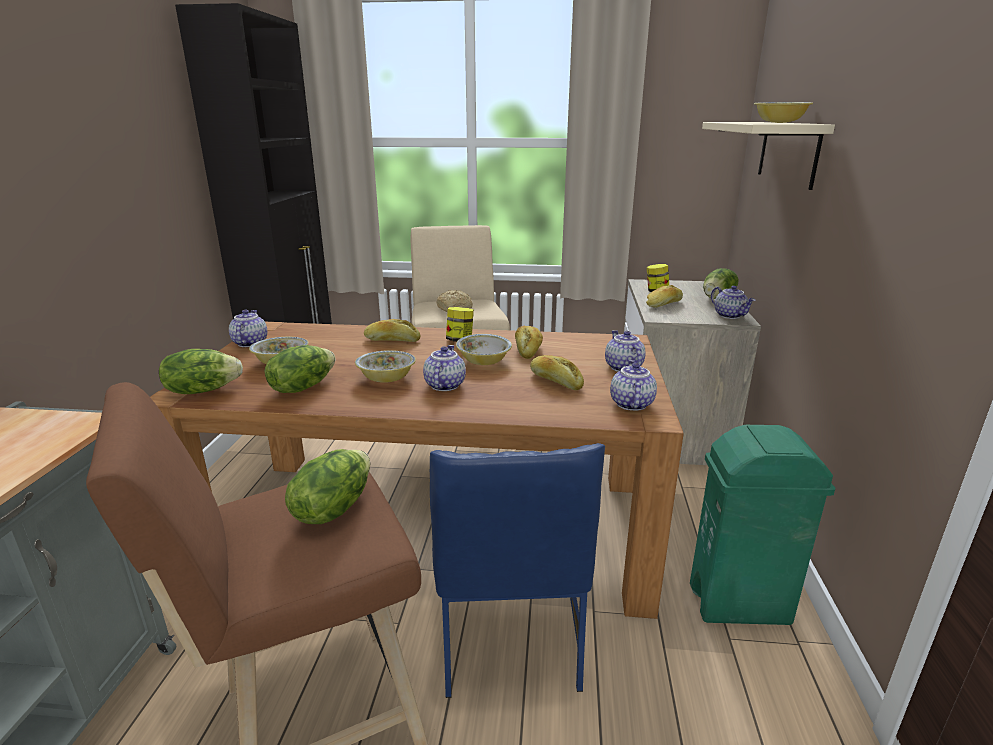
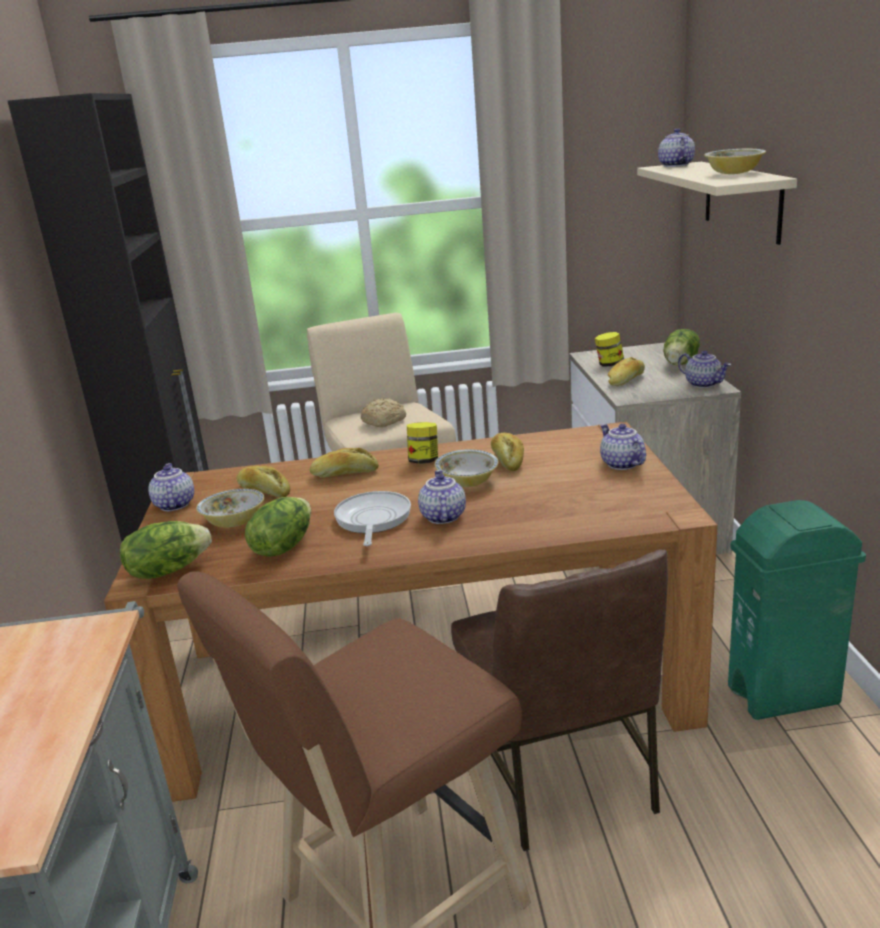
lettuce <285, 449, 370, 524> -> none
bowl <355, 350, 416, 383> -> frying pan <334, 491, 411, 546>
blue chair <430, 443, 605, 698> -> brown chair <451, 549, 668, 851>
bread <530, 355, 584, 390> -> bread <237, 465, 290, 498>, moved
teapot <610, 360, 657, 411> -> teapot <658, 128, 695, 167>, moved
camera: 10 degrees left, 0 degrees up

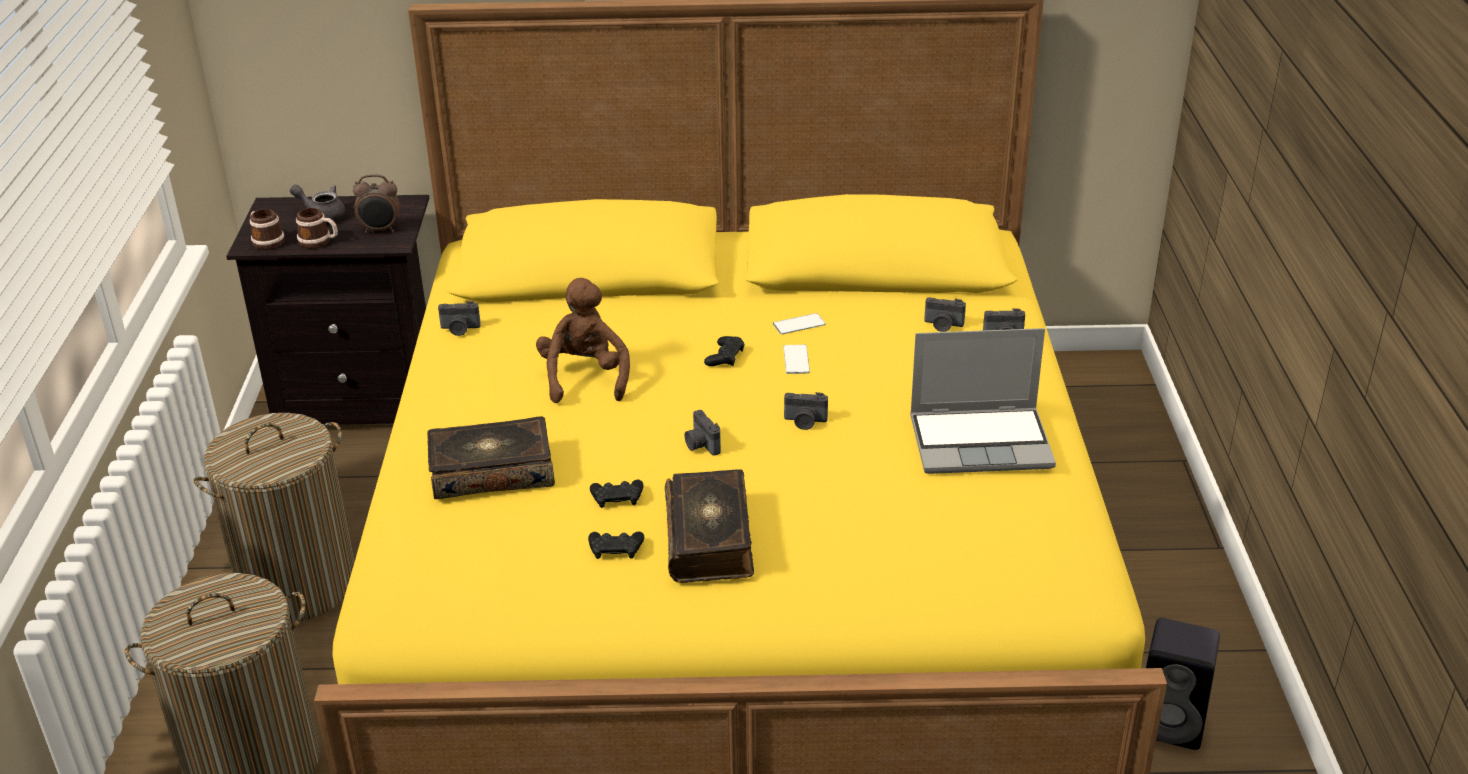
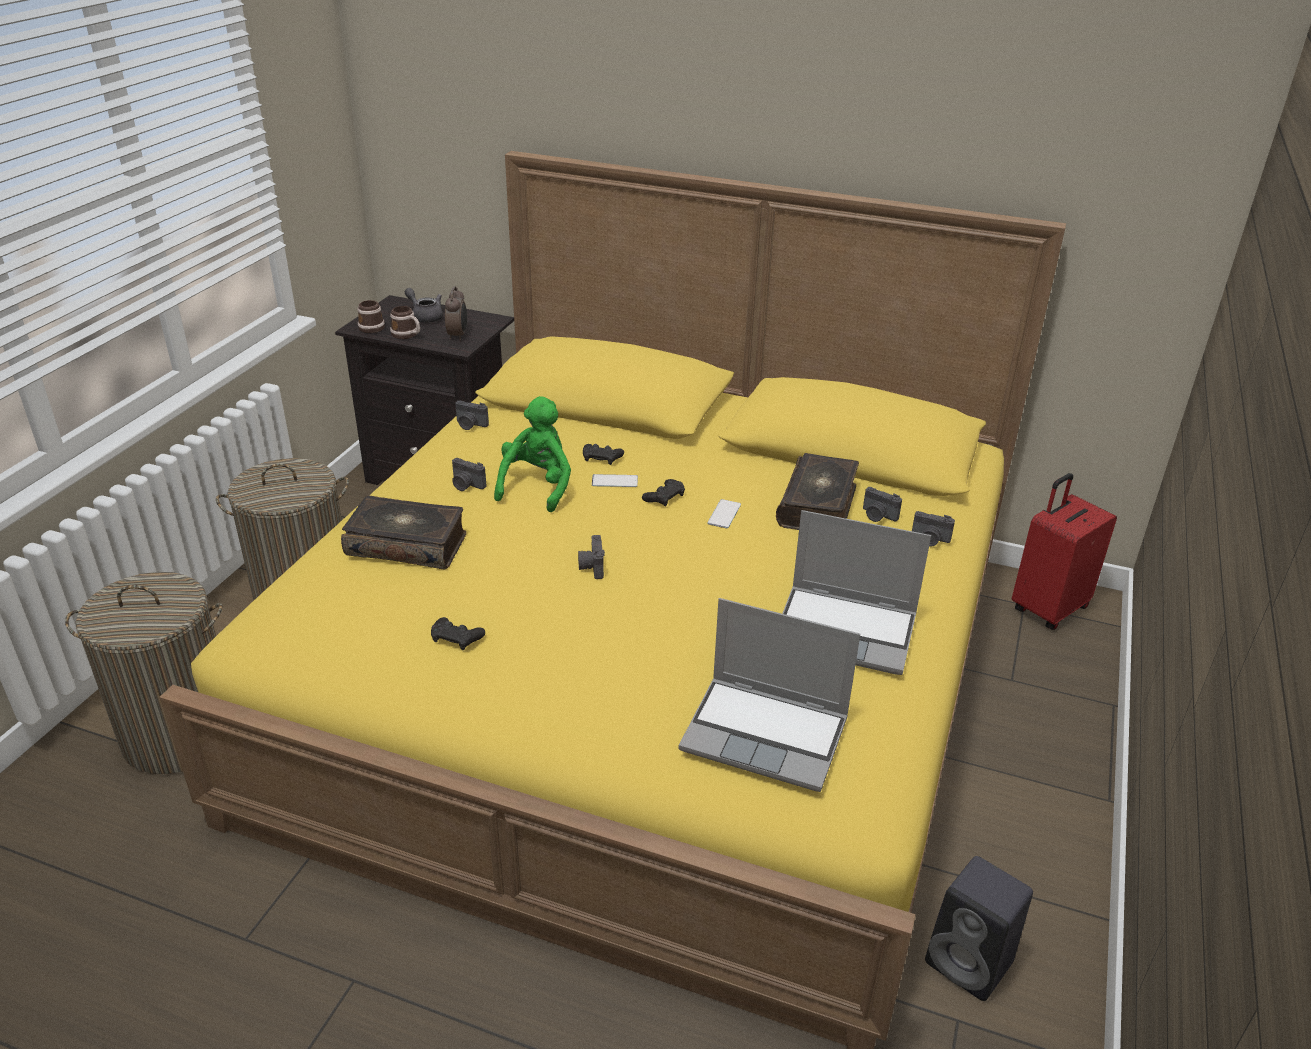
alarm clock <353, 174, 400, 233> -> alarm clock <445, 286, 467, 341>, 105 degrees counterclockwise
brown plush toy <536, 278, 630, 403> -> green plush toy <494, 396, 571, 512>
black game controller <590, 480, 643, 508> -> black game controller <583, 444, 624, 465>, moved
book <665, 469, 754, 583> -> book <776, 453, 859, 530>, moved
phone <773, 313, 826, 334> -> phone <592, 474, 638, 487>, moved
photo camera <784, 392, 828, 430> -> photo camera <452, 458, 486, 491>, moved
none -> laptop <678, 598, 860, 792>
none -> red suitcase <1012, 473, 1117, 630>
camera: 20 degrees right, 0 degrees up

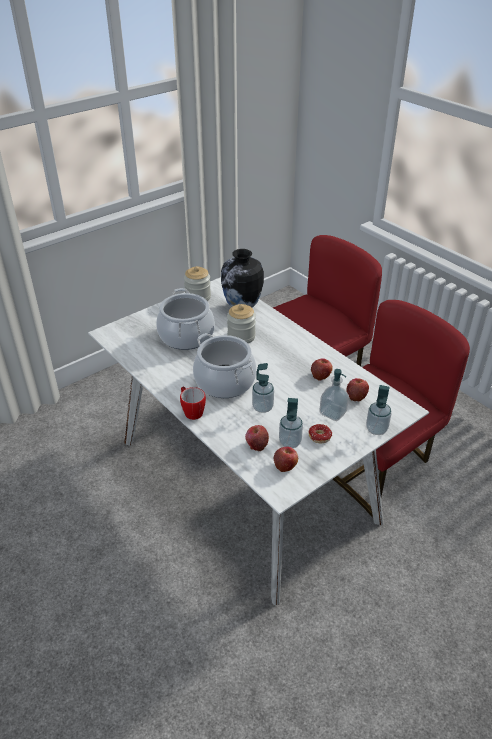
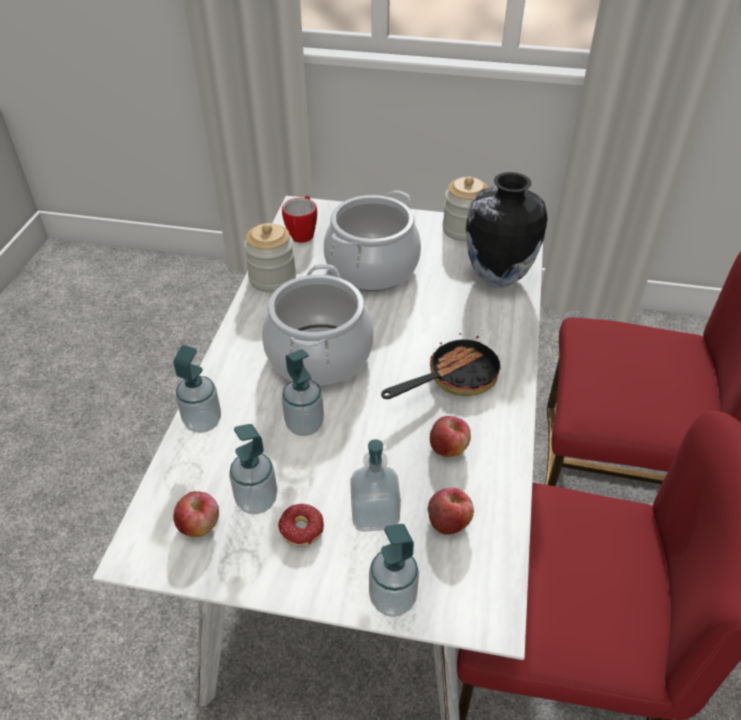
mug <180, 387, 206, 420> -> mug <282, 195, 317, 243>, moved
jar <227, 304, 256, 343> -> jar <244, 223, 296, 293>, moved
apple <245, 425, 269, 451> -> none
none -> soap dispenser <174, 345, 221, 433>
none -> frying pan <381, 333, 501, 399>
camera: 50 degrees right, 5 degrees up

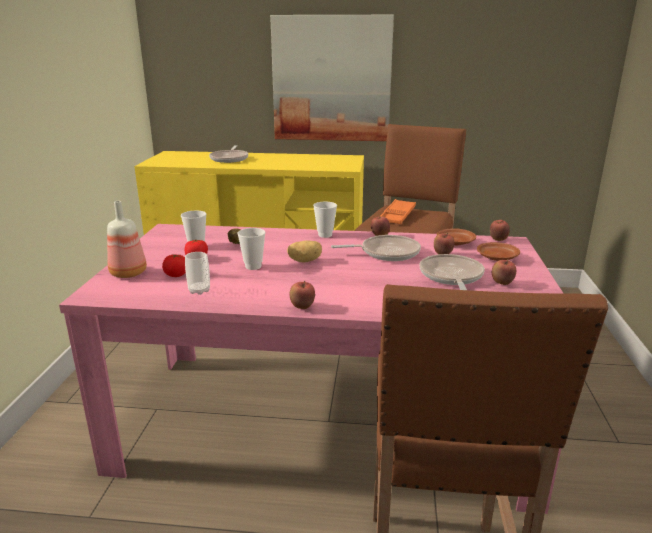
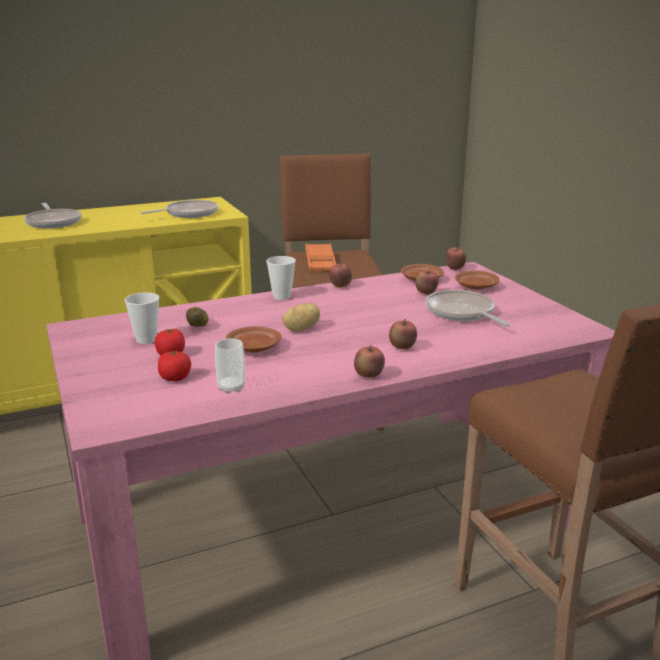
bottle <107, 201, 147, 278> -> none
cup <238, 228, 265, 270> -> brown plate <226, 326, 281, 353>
picture <270, 15, 394, 141> -> none
frying pan <331, 235, 421, 261> -> frying pan <140, 200, 218, 218>, moved
apple <492, 259, 516, 285> -> apple <389, 319, 417, 349>, moved
camera: 30 degrees left, 0 degrees up

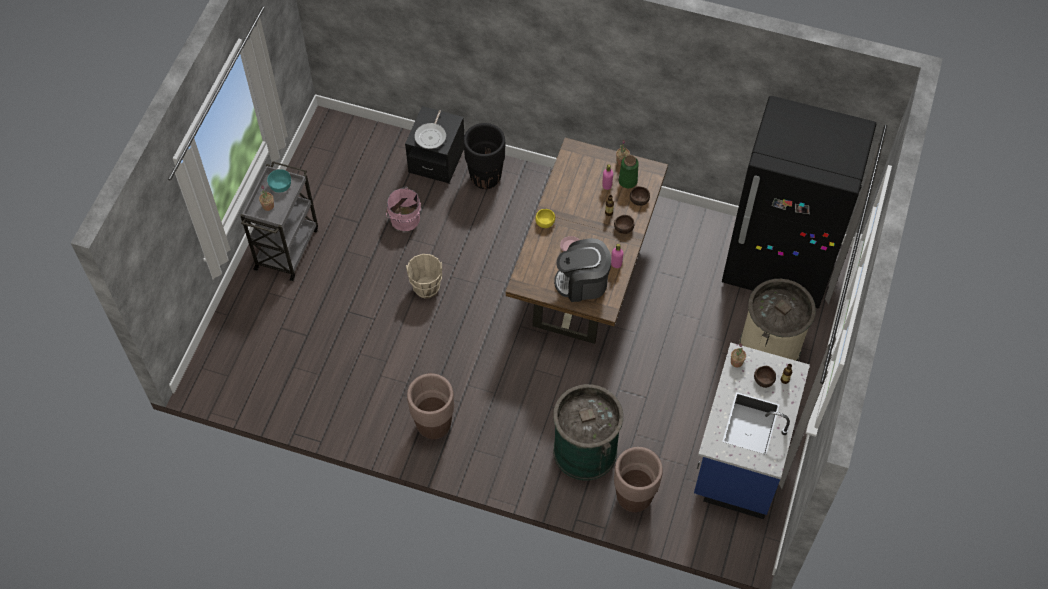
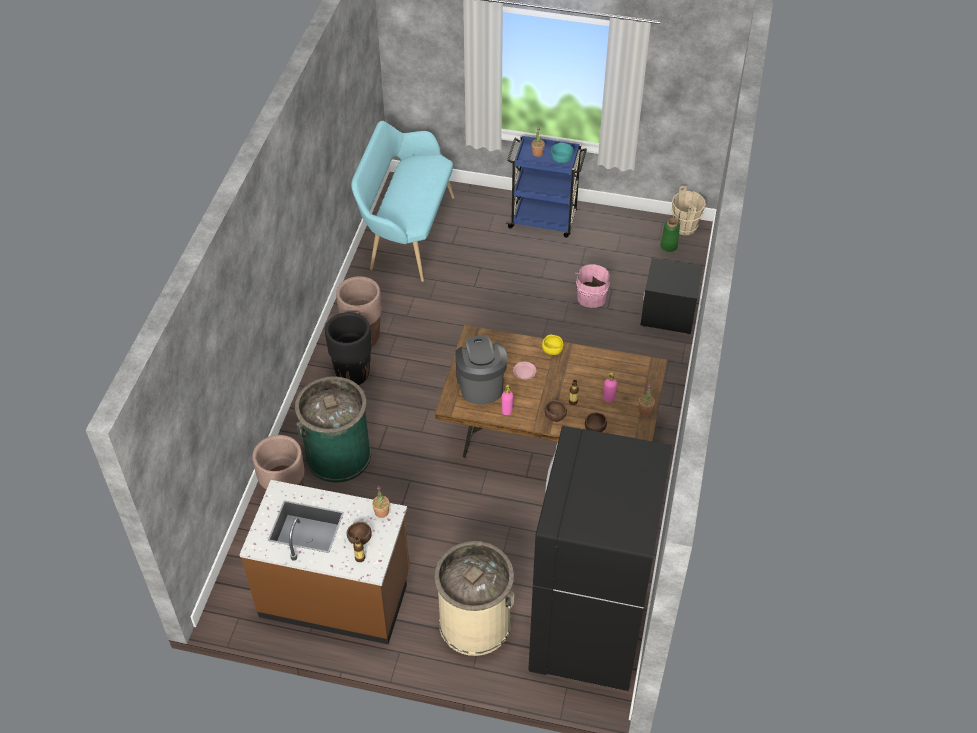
grey cart <240, 161, 318, 281> -> blue cart <506, 135, 587, 237>
beige bucket <406, 254, 442, 299> -> beige bucket <672, 185, 706, 235>, moved
frying pan <415, 110, 446, 149> -> none
black planter <463, 123, 505, 189> -> black planter <325, 312, 372, 385>, moved
green vase <619, 155, 639, 188> -> green vase <660, 218, 680, 252>, moved
blue counter <694, 342, 810, 519> -> brown counter <239, 480, 410, 644>
none -> turquoise bench <351, 121, 455, 282>
camera: 85 degrees right, 10 degrees down

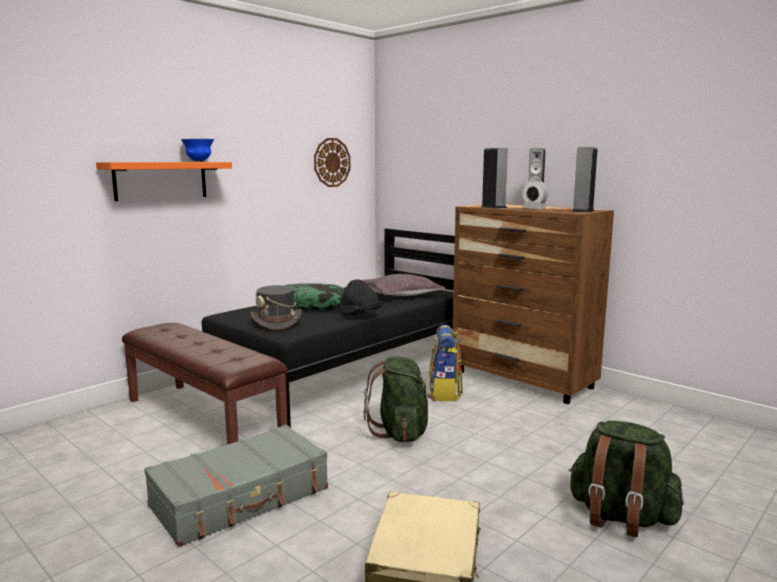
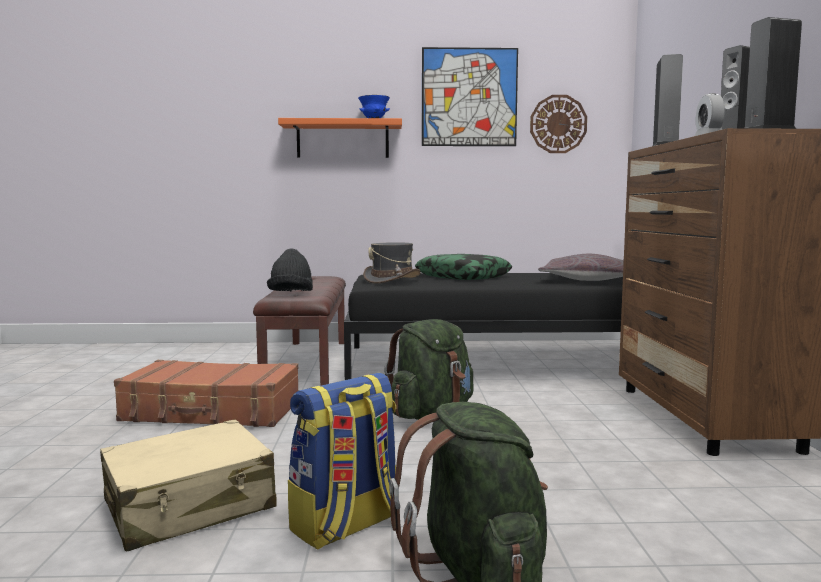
grey suitcase <144, 425, 328, 547> -> brown suitcase <114, 360, 298, 427>
black hat <341, 279, 383, 315> -> black hat <267, 248, 313, 291>, moved
backpack <429, 325, 463, 401> -> backpack <288, 373, 396, 550>, moved
none -> picture <422, 47, 518, 146>
camera: 45 degrees right, 5 degrees down

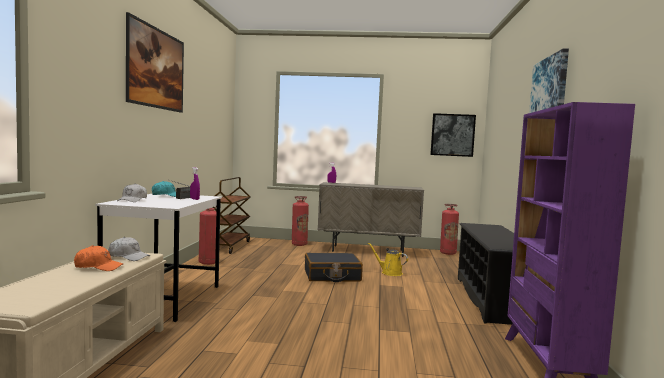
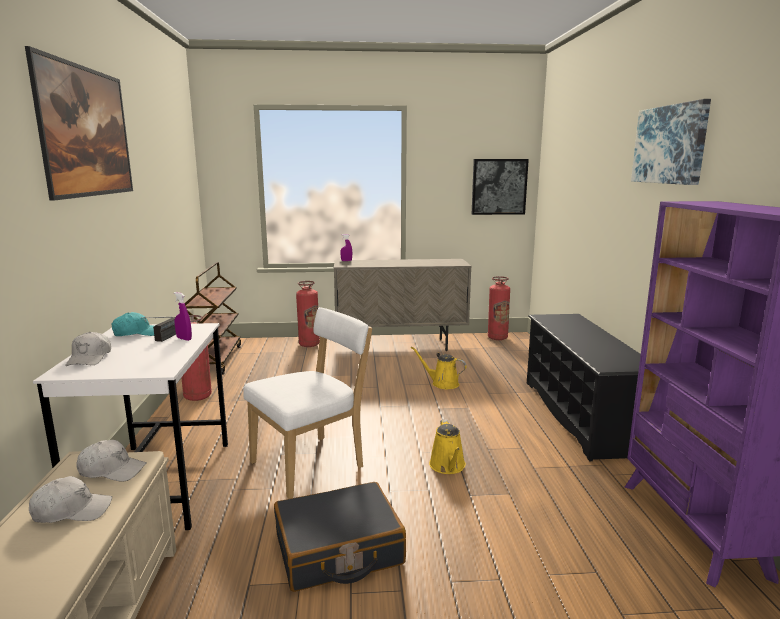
orange cap <74, 245, 123, 271> -> white cap <29, 476, 112, 523>
black suitcase <305, 253, 363, 282> -> black suitcase <274, 482, 406, 592>, moved
none -> white chair <243, 307, 372, 499>
none -> yellow watering can <429, 420, 466, 474>
camera: 10 degrees left, 10 degrees up

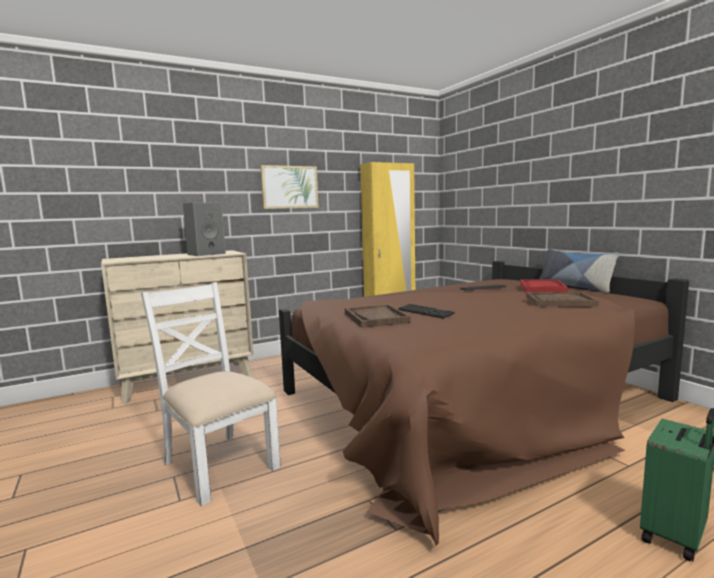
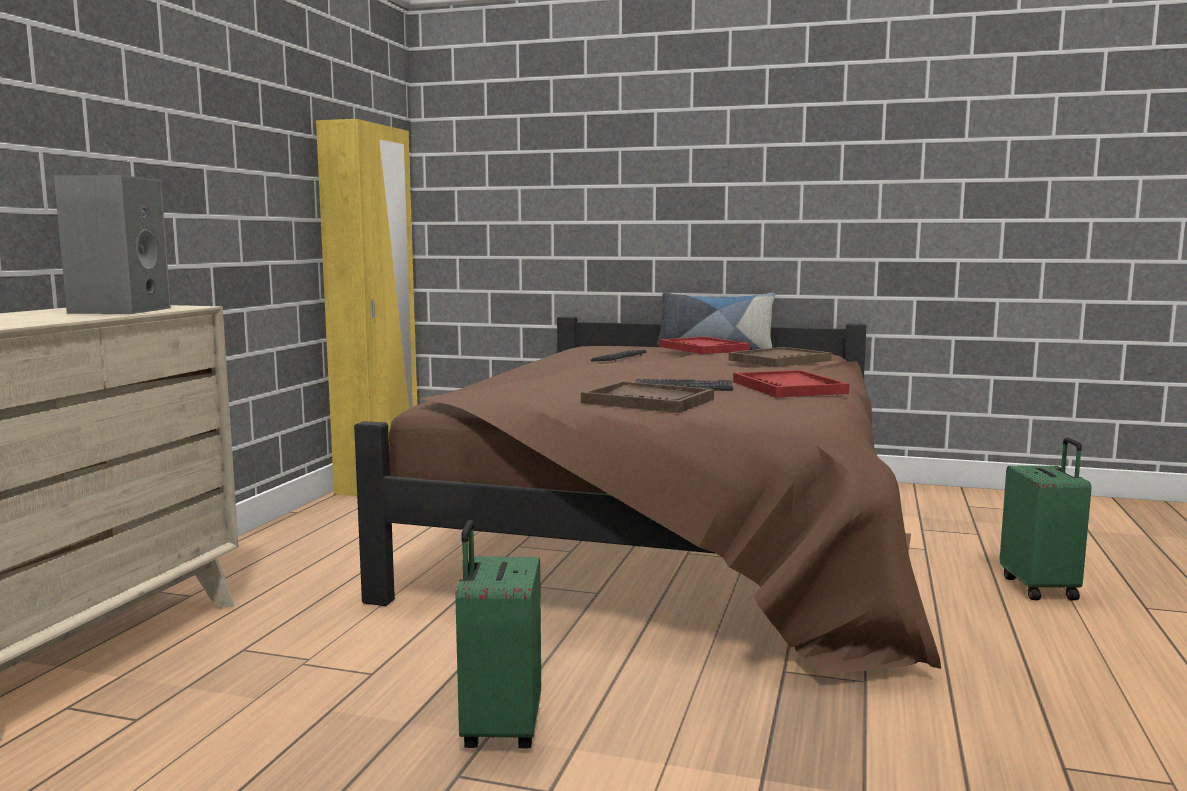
white chair <141, 282, 281, 506> -> green suitcase <455, 520, 541, 749>
picture <260, 165, 319, 209> -> none
none -> red tray <733, 370, 849, 397>
camera: 45 degrees left, 0 degrees up

